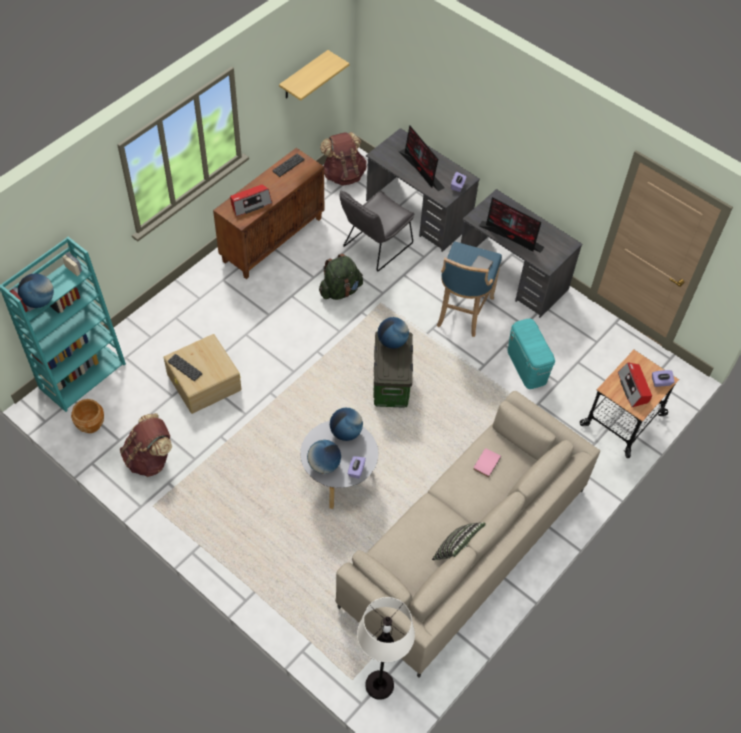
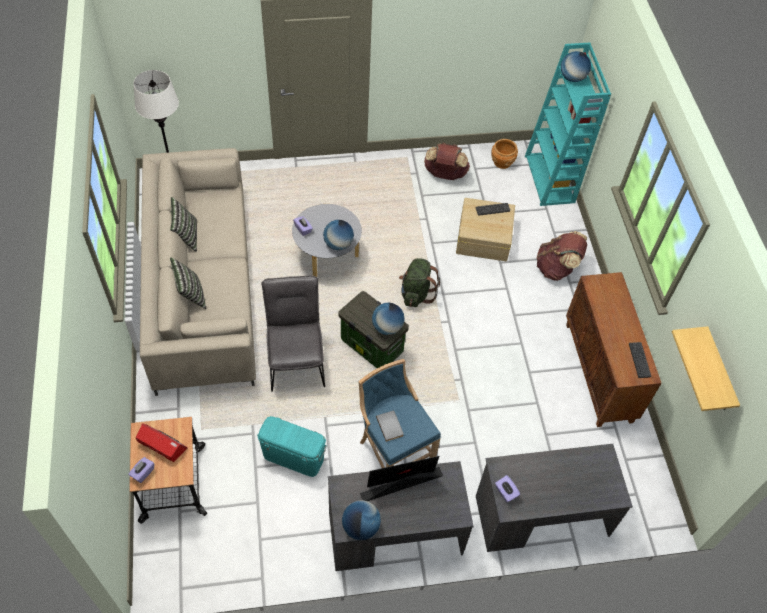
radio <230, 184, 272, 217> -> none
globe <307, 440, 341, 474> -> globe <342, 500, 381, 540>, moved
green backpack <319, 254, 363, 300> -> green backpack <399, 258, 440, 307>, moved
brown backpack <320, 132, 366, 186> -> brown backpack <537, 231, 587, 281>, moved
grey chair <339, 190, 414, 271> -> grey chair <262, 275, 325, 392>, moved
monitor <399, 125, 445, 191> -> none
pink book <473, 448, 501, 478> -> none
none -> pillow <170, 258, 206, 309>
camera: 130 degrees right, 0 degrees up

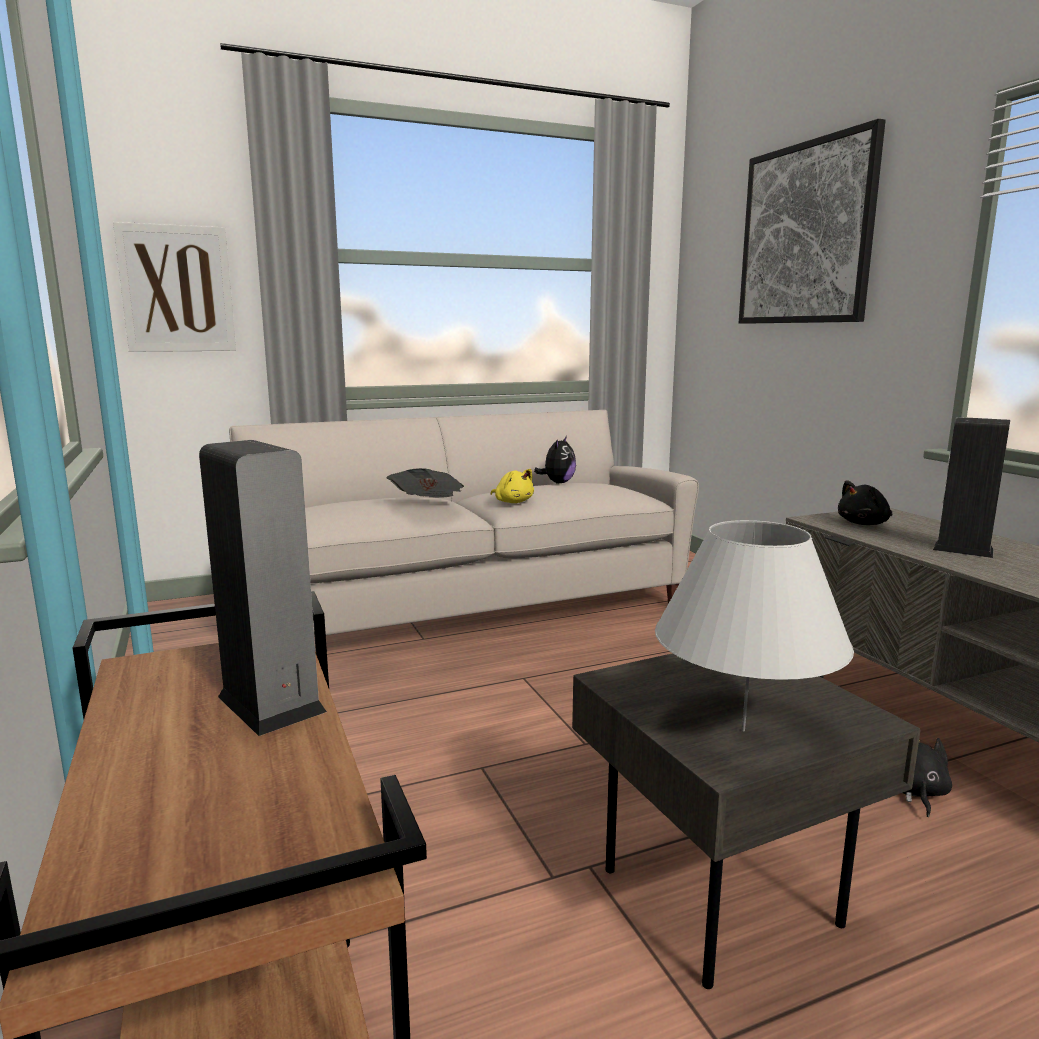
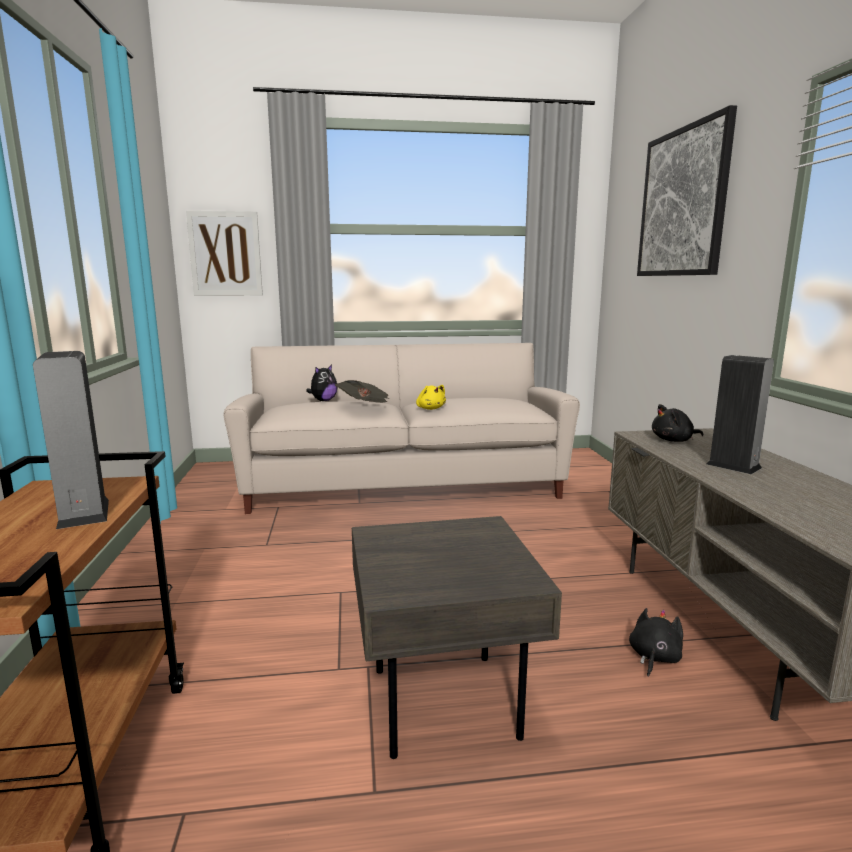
plush toy <534, 436, 576, 483> -> plush toy <306, 364, 337, 401>, moved
white table lamp <655, 520, 854, 731> -> none
camera: 15 degrees right, 0 degrees up

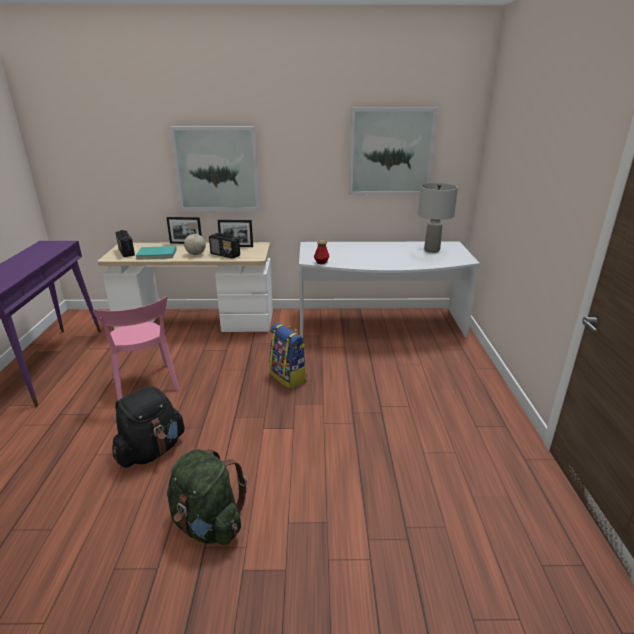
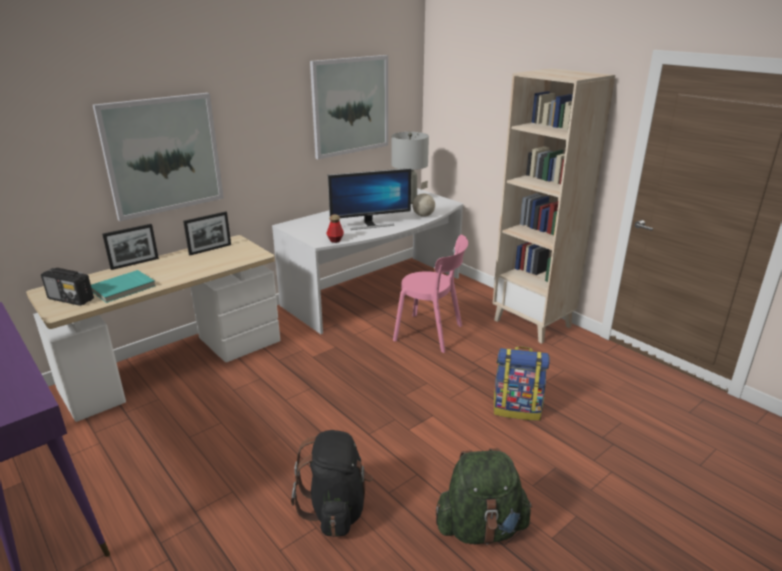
pink chair <93, 296, 179, 400> -> pink chair <393, 235, 468, 353>, moved
globe <184, 222, 206, 255> -> globe <412, 181, 435, 217>, moved
radio <209, 233, 240, 259> -> none
backpack <269, 323, 307, 389> -> backpack <494, 347, 550, 420>, moved
none -> monitor <328, 168, 411, 230>
none -> beige bookcase <493, 68, 615, 344>
camera: 40 degrees left, 0 degrees up

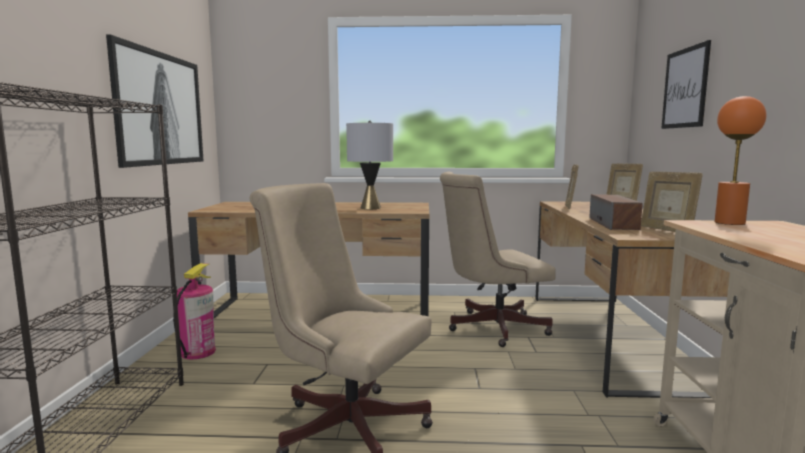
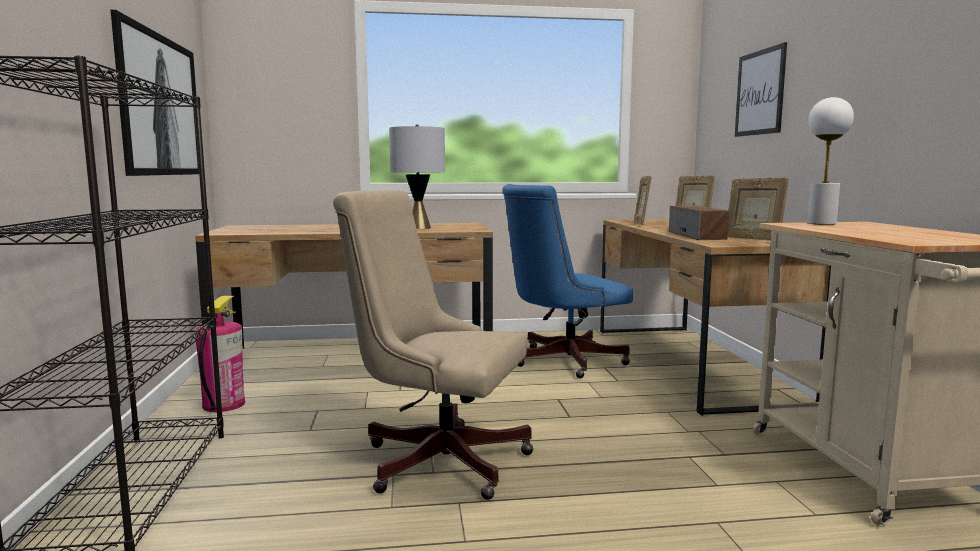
beige office chair <440, 171, 556, 347> -> blue office chair <502, 184, 633, 378>
orange table lamp <714, 96, 767, 225> -> white table lamp <807, 97, 854, 225>
camera: 10 degrees left, 0 degrees up

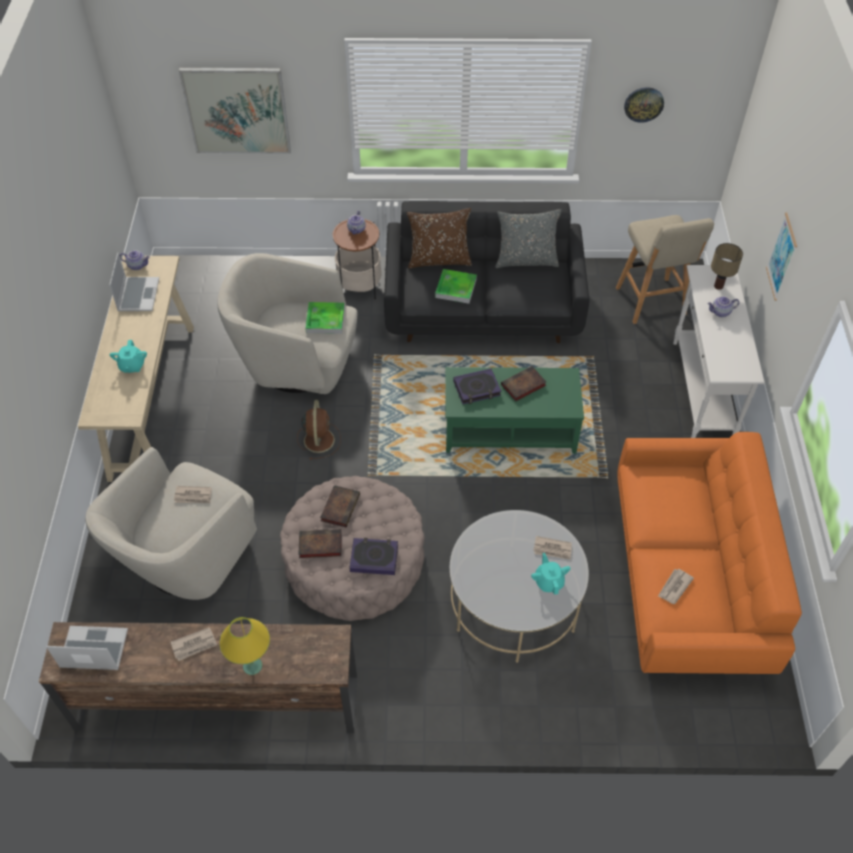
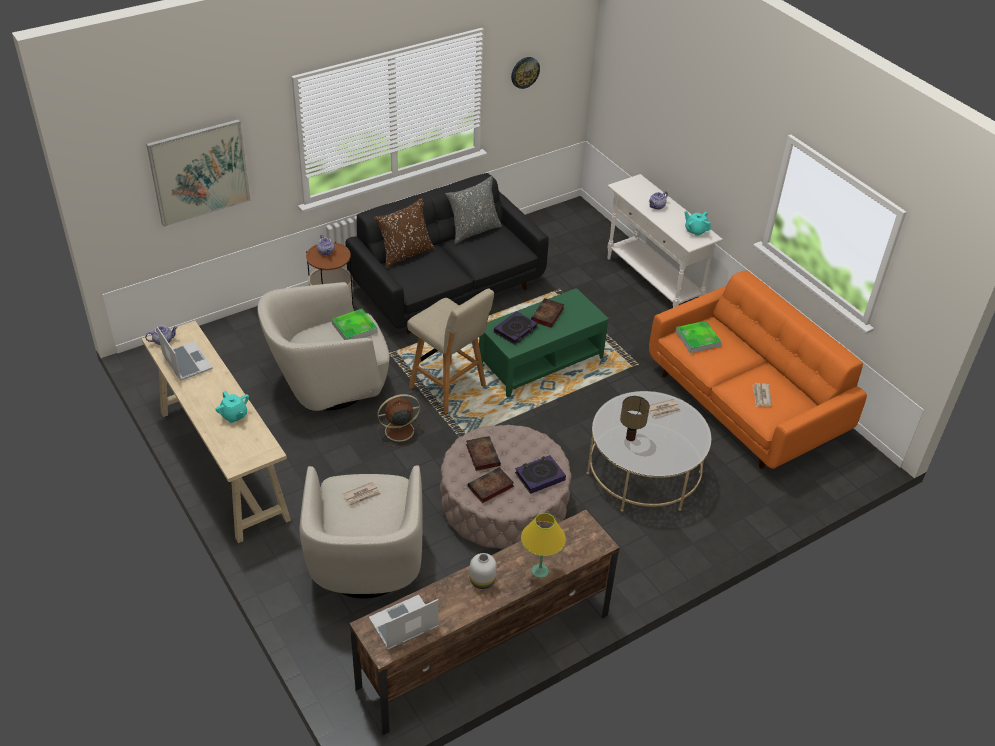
newspaper <171, 627, 217, 661> -> white vase <470, 553, 497, 589>
brown fan <297, 400, 341, 460> -> brown fan <377, 394, 423, 448>, 75 degrees counterclockwise
tray <435, 269, 477, 304> -> tray <675, 321, 722, 353>, moved
turquoise teapot <531, 553, 571, 595> -> turquoise teapot <684, 211, 711, 236>, moved
beige stool <616, 215, 714, 324> -> beige stool <407, 288, 494, 414>, moved
table lamp <711, 243, 743, 290> -> table lamp <620, 396, 650, 441>, moved
picture <766, 213, 797, 301> -> none
camera: 35 degrees left, 10 degrees down

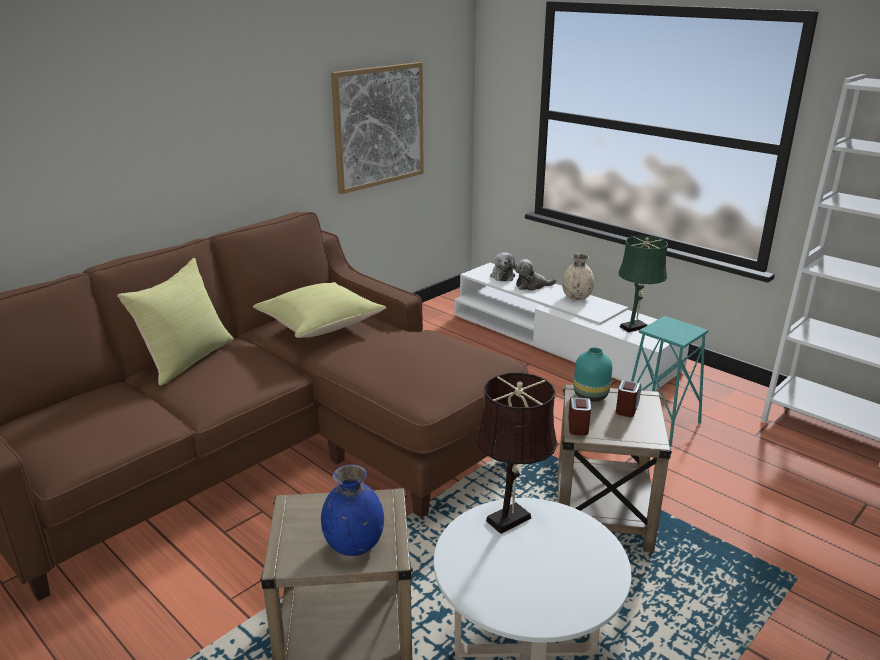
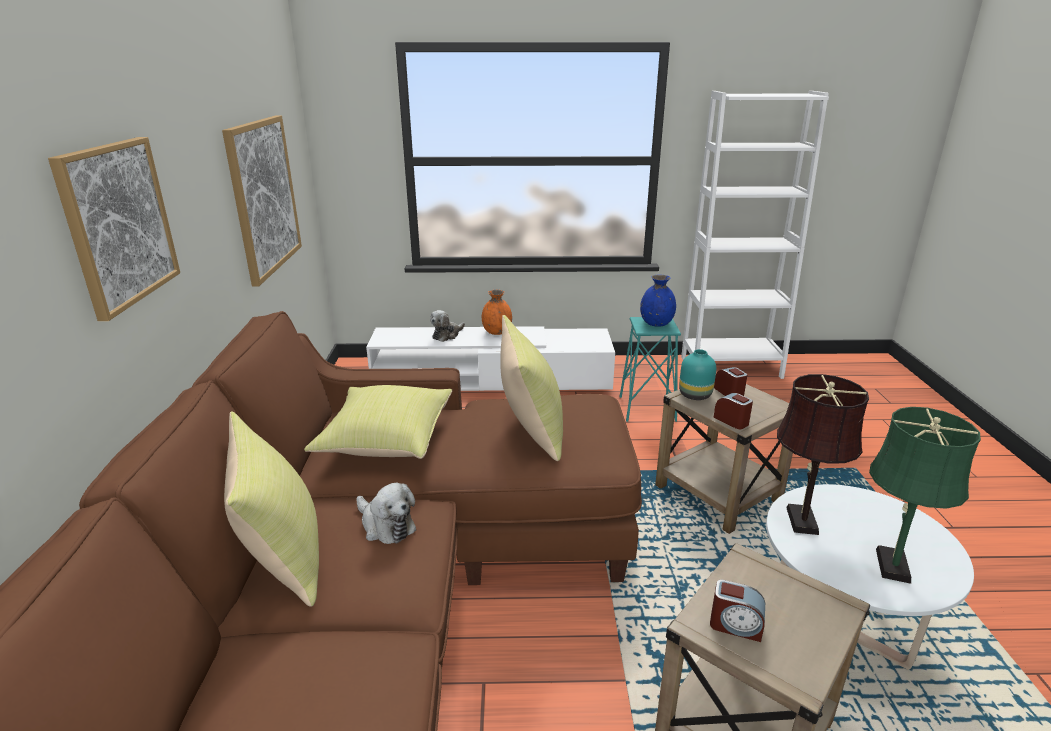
blue vase <321, 465, 384, 556> -> blue vase <640, 275, 676, 327>, moved
plush toy <490, 252, 517, 281> -> plush toy <356, 483, 416, 544>, moved
beige vase <562, 254, 594, 300> -> orange vase <482, 290, 512, 335>
green table lamp <618, 236, 668, 332> -> green table lamp <869, 407, 981, 584>, moved
none -> picture <48, 137, 180, 321>
none -> yellow pillow <500, 315, 563, 461>
none -> alarm clock <710, 580, 765, 642>
camera: 45 degrees left, 0 degrees up

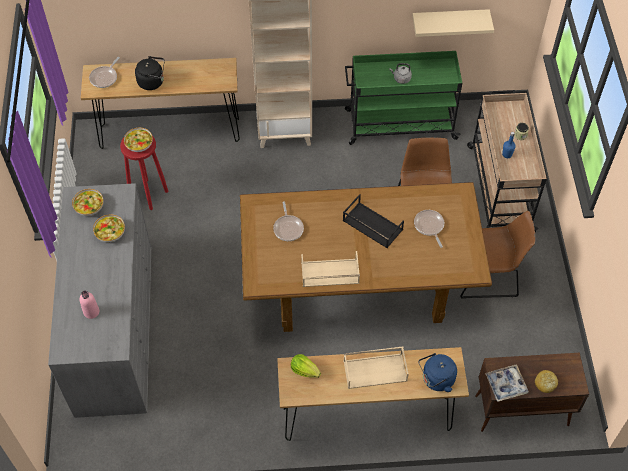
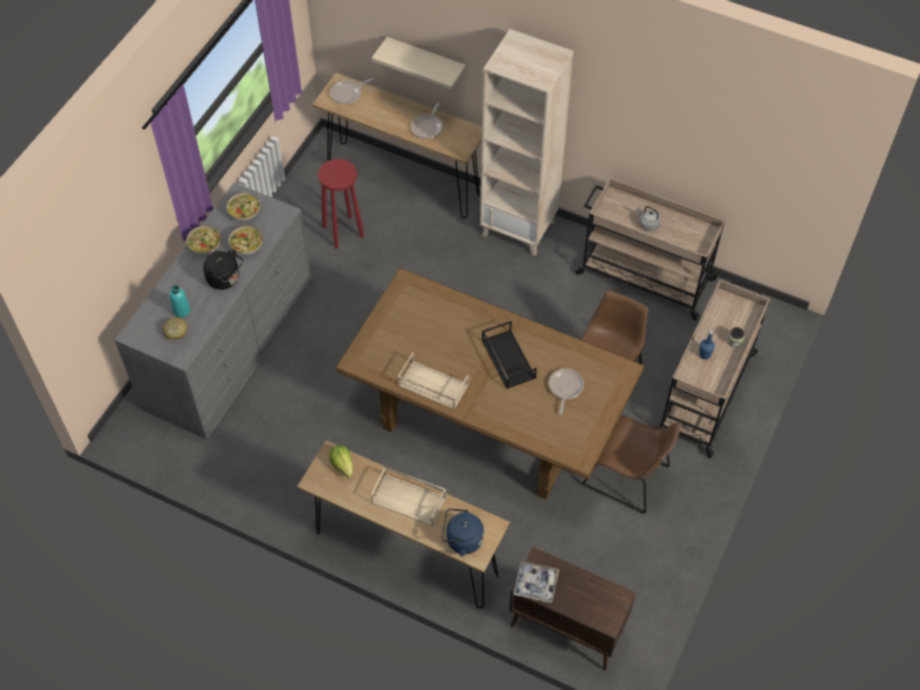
pink bottle <79, 291, 99, 319> -> turquoise bottle <169, 285, 190, 318>
bowl <124, 128, 153, 152> -> bowl <187, 226, 221, 255>, moved
black kettle <135, 56, 165, 90> -> black kettle <203, 249, 243, 290>, moved
frying pan <273, 201, 304, 241> -> frying pan <411, 103, 442, 139>, moved
green cart <345, 51, 462, 145> -> beige cart <575, 178, 725, 320>
beige shelf <412, 9, 494, 37> -> beige shelf <372, 37, 466, 90>, moved
bread <535, 370, 558, 393> -> bread <163, 317, 188, 340>, moved
camera: 30 degrees right, 0 degrees up

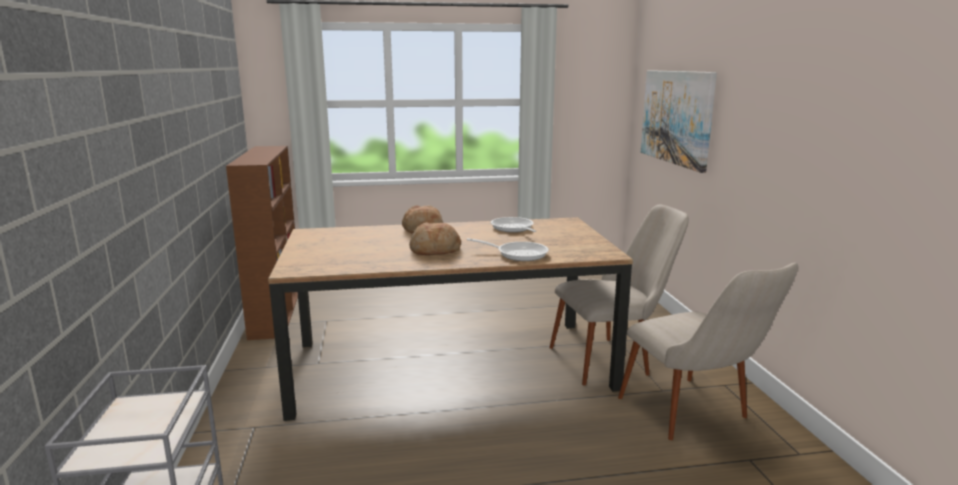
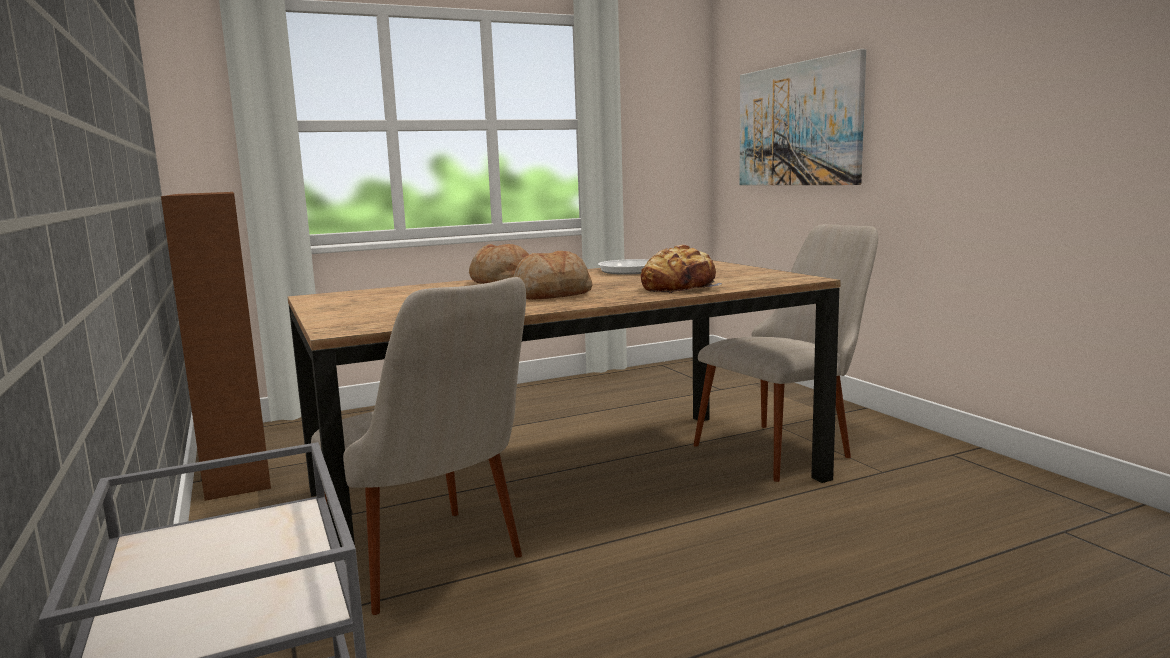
frying pan <467, 238, 549, 261> -> bread <641, 245, 722, 294>
beige chair <618, 263, 798, 440> -> beige chair <311, 277, 526, 615>, moved
camera: 15 degrees left, 5 degrees down

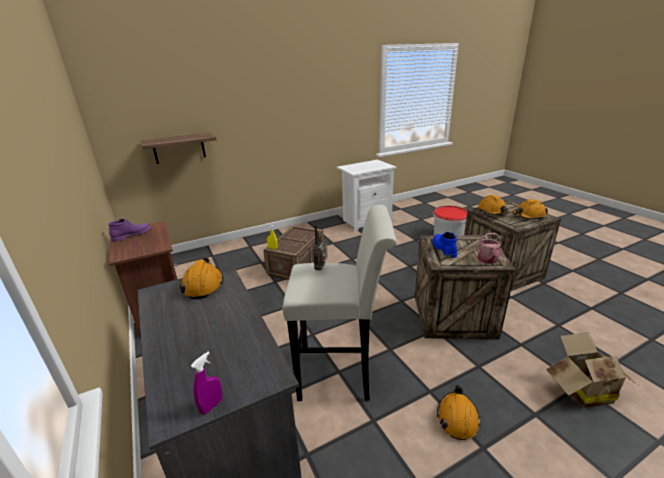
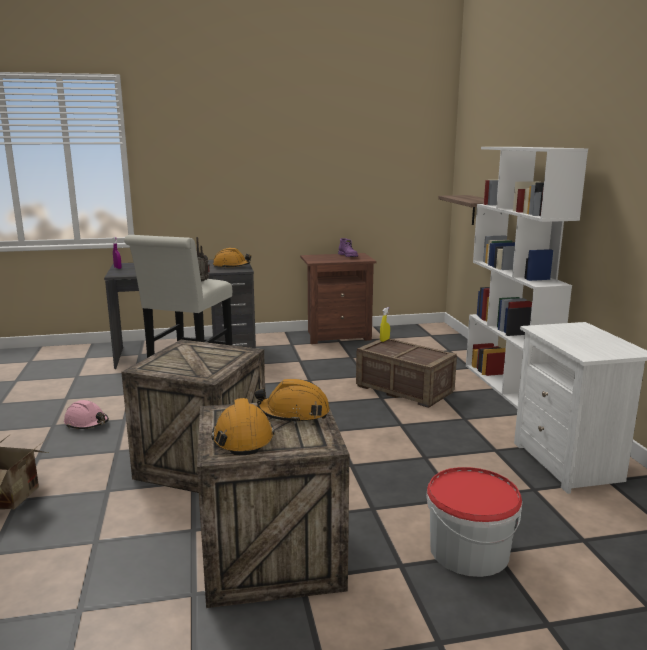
blue boot <433, 232, 457, 258> -> none
orange hard hat <437, 385, 481, 440> -> pink hard hat <64, 400, 109, 429>
watering can <477, 233, 503, 264> -> none
none -> white bookcase <466, 147, 588, 408>
camera: 105 degrees right, 10 degrees down

